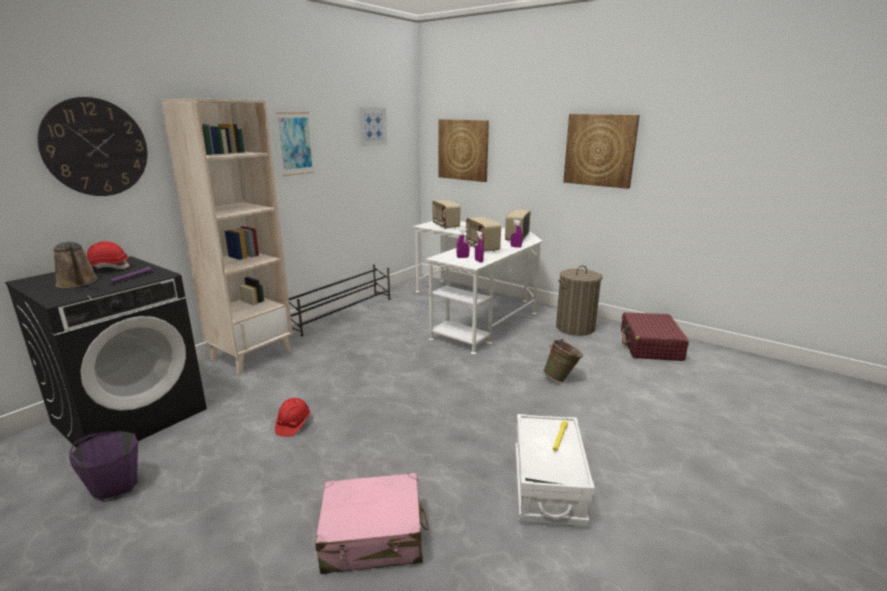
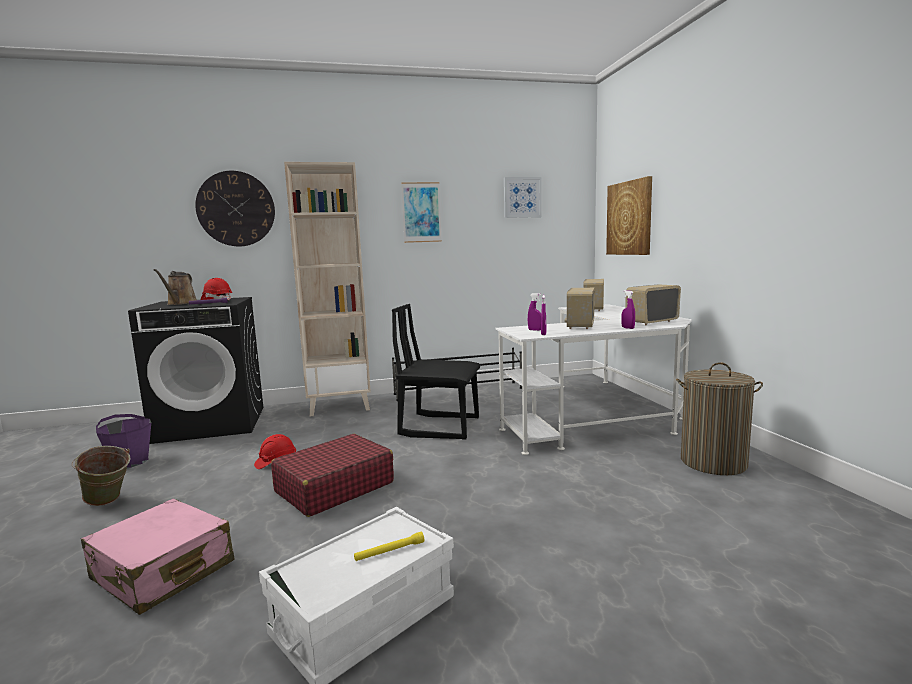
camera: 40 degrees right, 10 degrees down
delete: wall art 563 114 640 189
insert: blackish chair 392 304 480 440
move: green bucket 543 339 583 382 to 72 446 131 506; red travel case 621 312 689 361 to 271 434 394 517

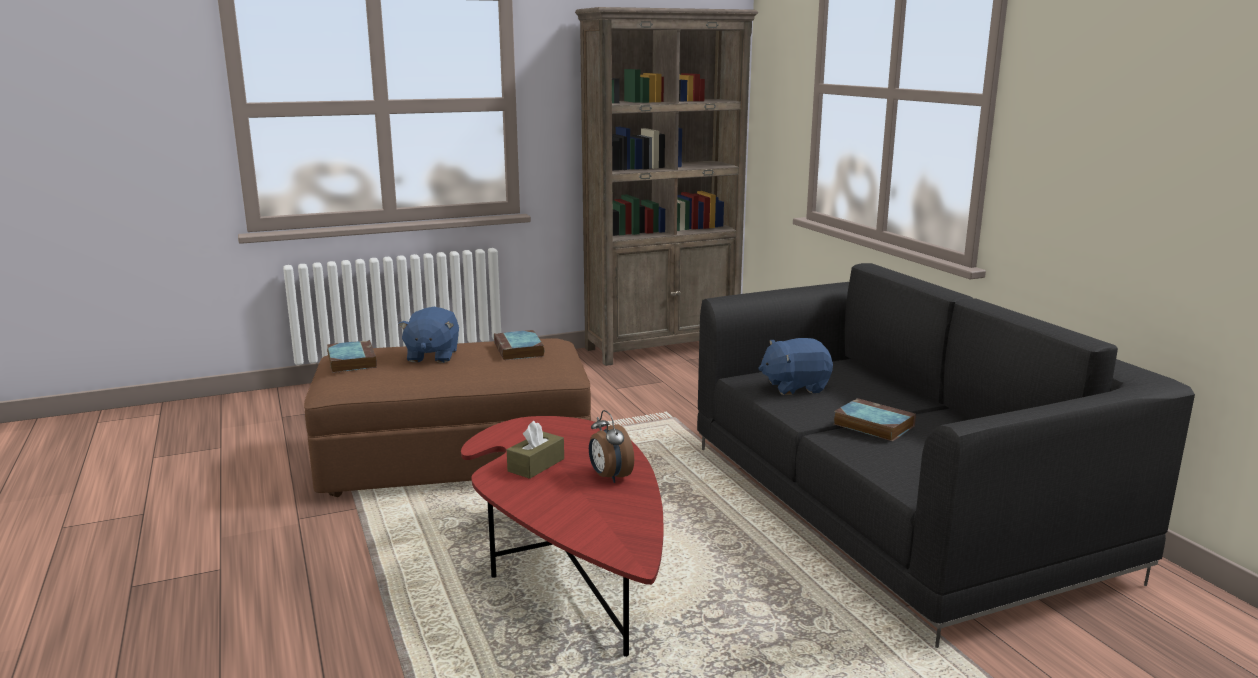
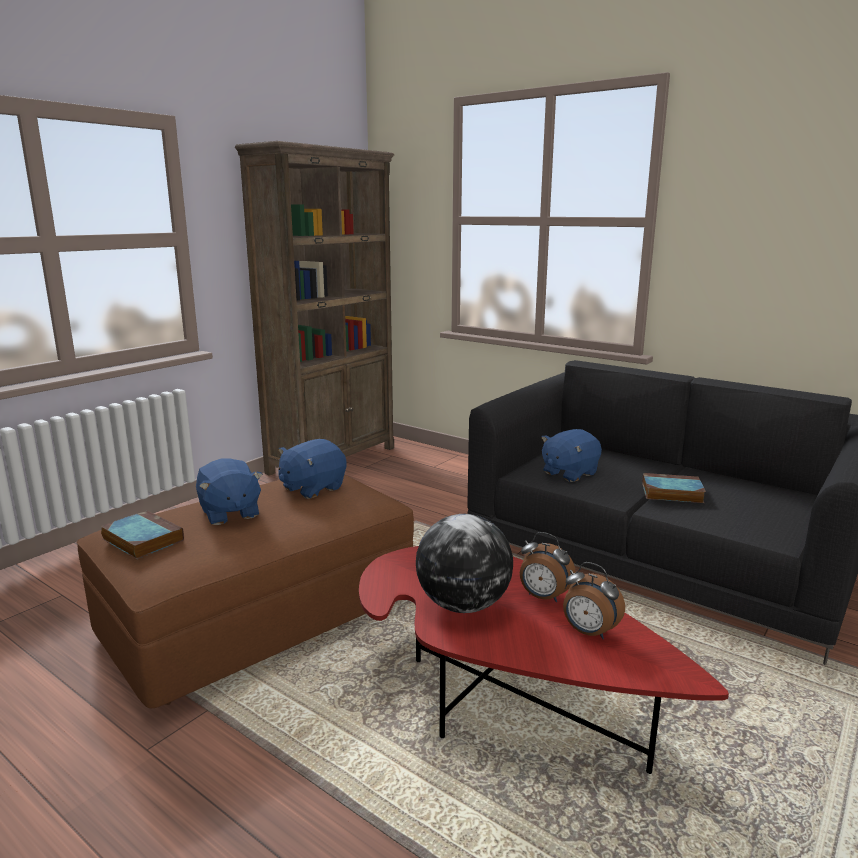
camera: 30 degrees left, 0 degrees up
insert: table clock 563 562 625 639
replace: volume 494 330 544 360 to blue-coloured soft toy 278 439 346 499; brownish box of tissues 507 421 564 479 to globe 416 514 513 613

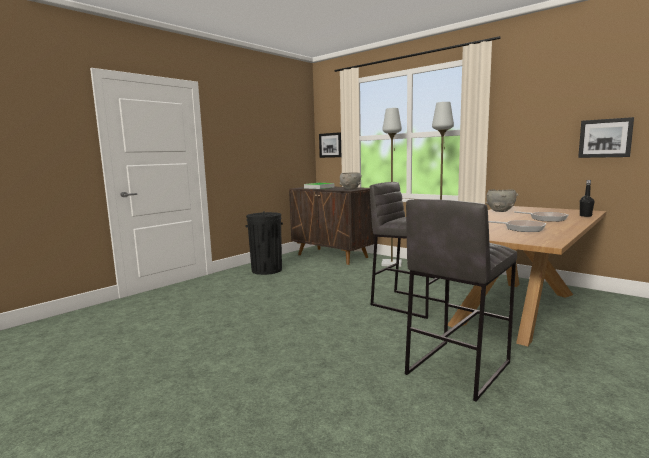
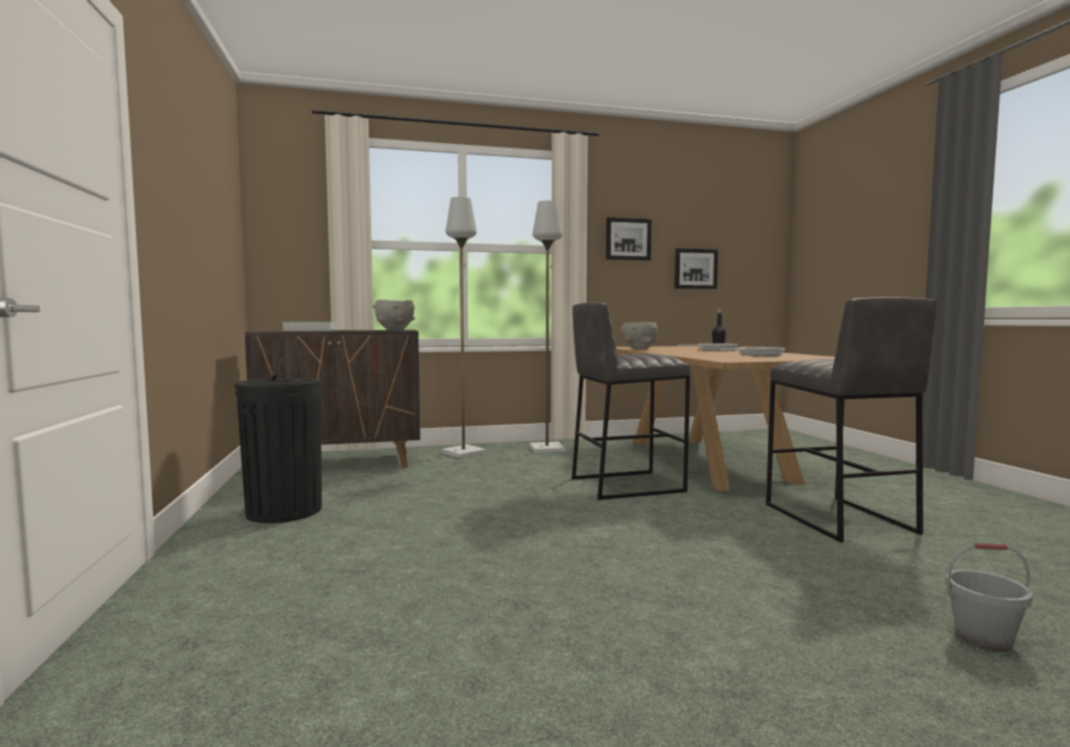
camera: 55 degrees left, 5 degrees down
insert: grey bucket 946 543 1033 652
move: wall art 319 132 341 158 to 606 217 652 261

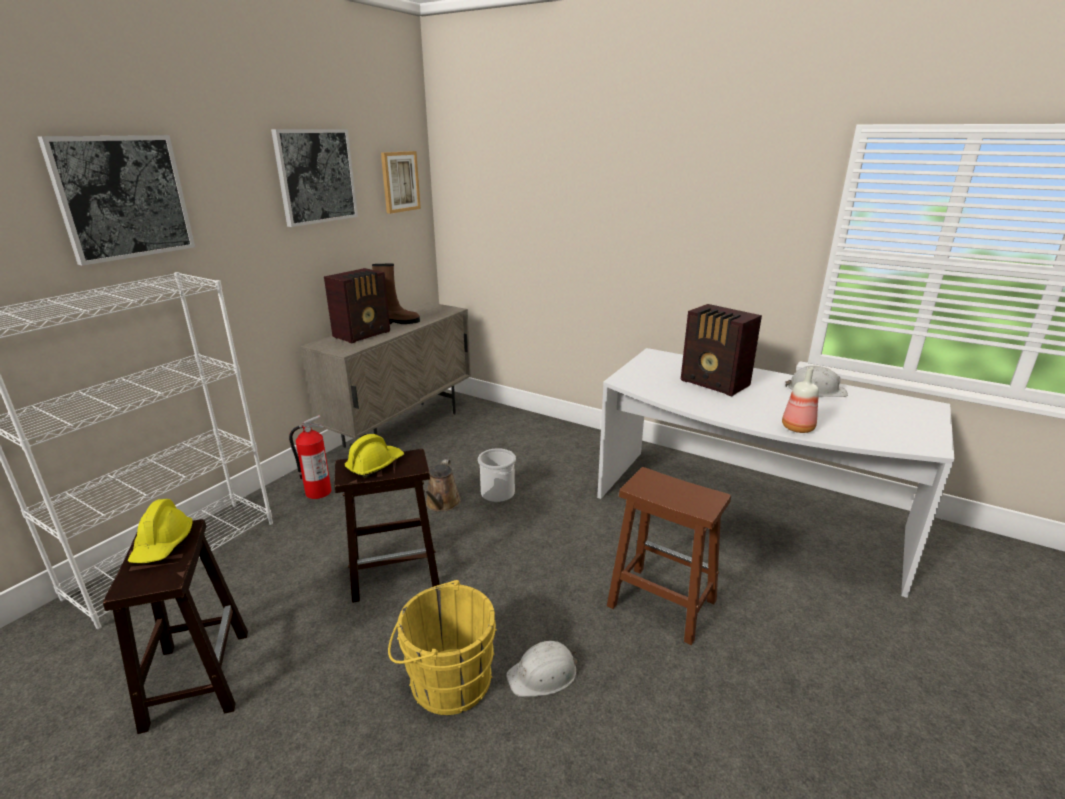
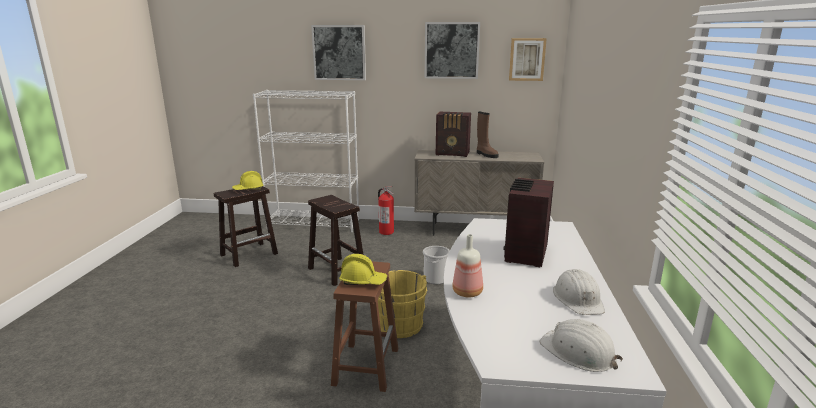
camera: 65 degrees right, 5 degrees down
delete: brownish sprinkling can 424 459 461 512
move: yellowish work helmet 345 434 404 478 to 339 254 387 285; yellowish bucket 388 580 497 715 to 378 270 428 338; white-coloured work helmet 506 641 578 697 to 540 319 623 372

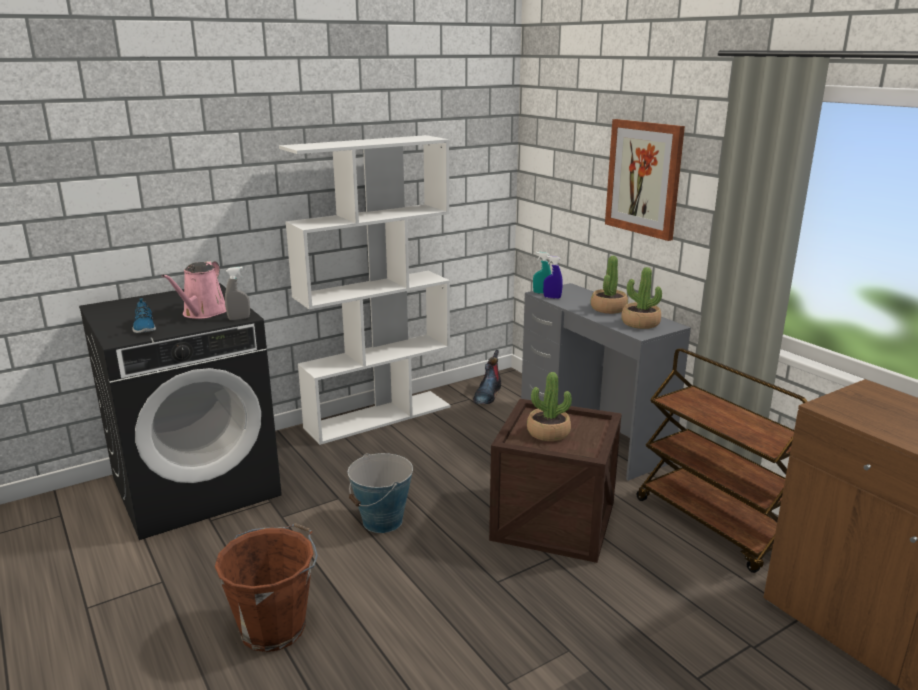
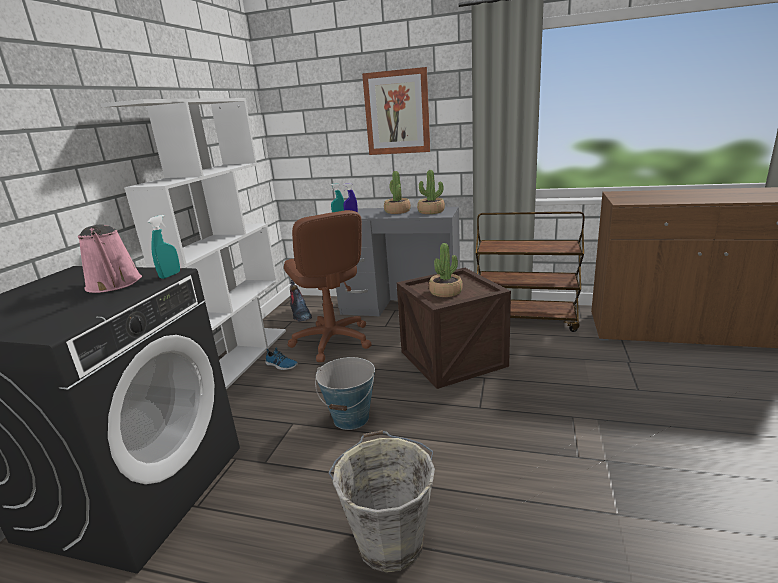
camera: 40 degrees left, 0 degrees up
insert: brownish desk chair 284 210 372 362
move: low shoe 132 298 156 333 to 265 347 298 370
recolor: grey spray bottle 225 267 250 320 to blue-green spray bottle 148 215 180 279; brownish bucket 215 523 318 652 to grey bucket 328 430 435 573

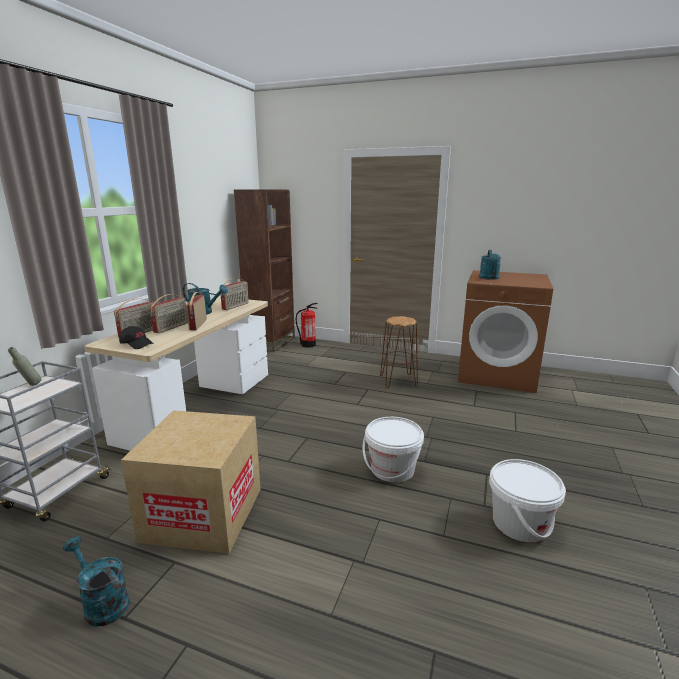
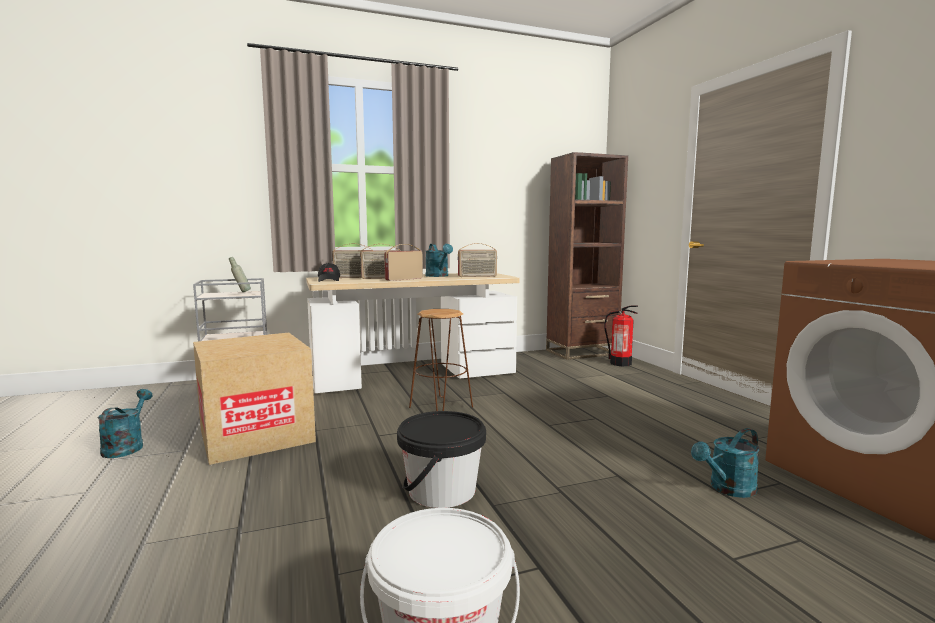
camera: 50 degrees right, 10 degrees down
move: brownish sitting stool 380 316 418 388 to 409 309 473 411; blue-green sprinkling can 479 250 501 280 to 691 428 760 498
recolor: white-coloured bucket 362 417 424 482 to blackish bucket 397 411 486 508

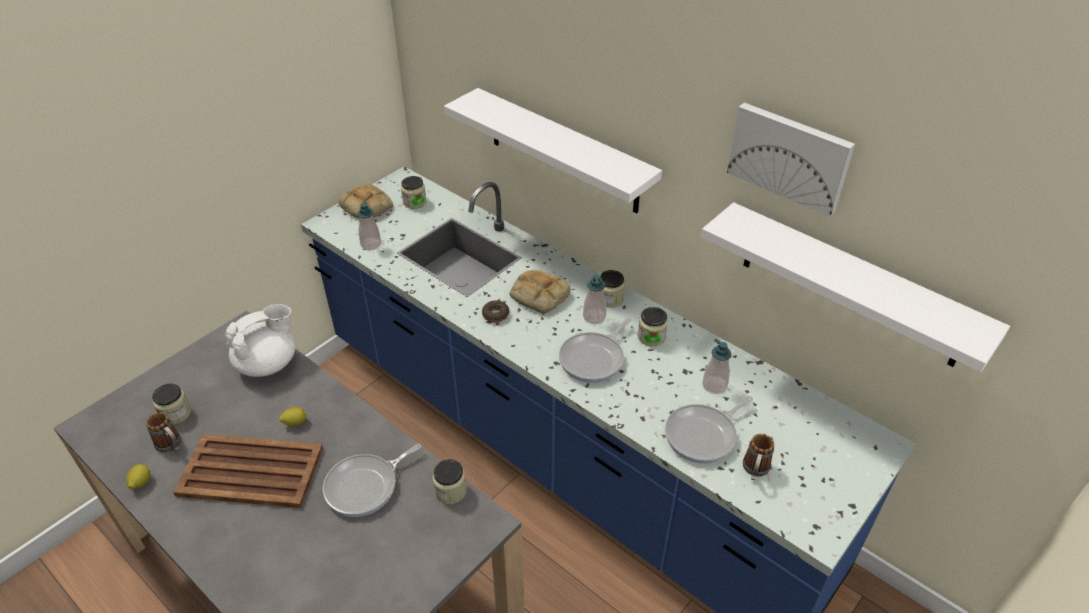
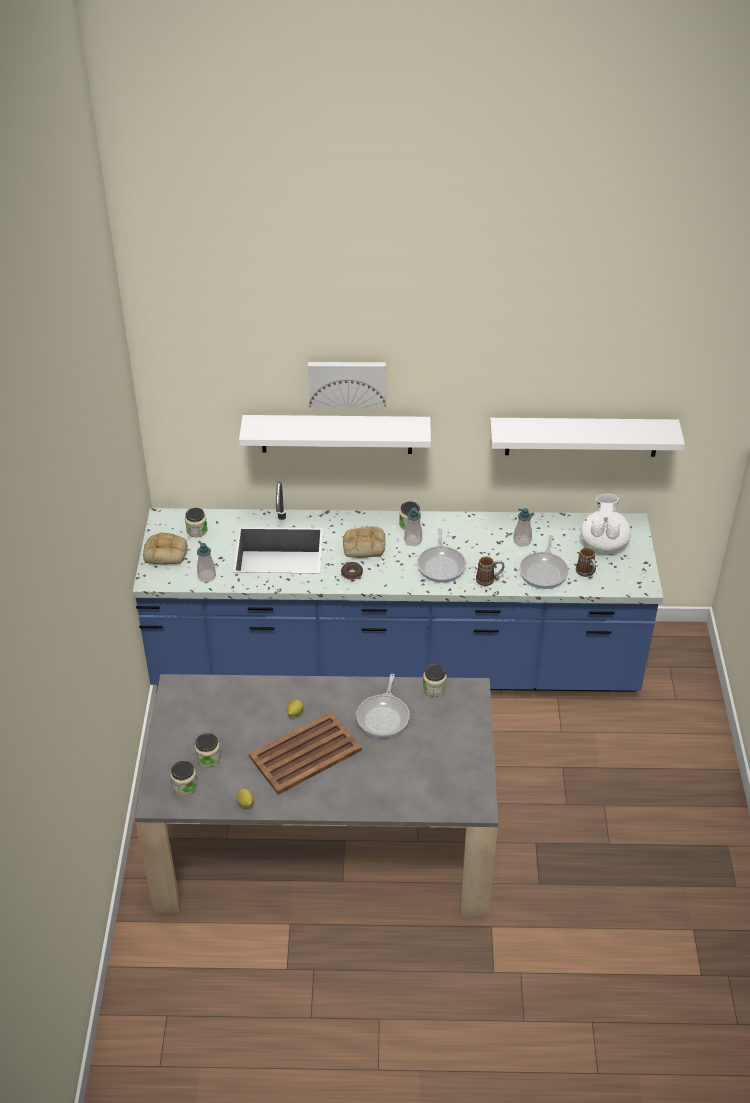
camera: 40 degrees left, 0 degrees up
move: jar 637 307 668 346 to 170 761 197 795; wall art 727 103 855 216 to 308 362 386 408; coffee mug 146 412 181 452 to 476 556 504 586; white-coloured teapot 225 304 296 377 to 581 494 631 552

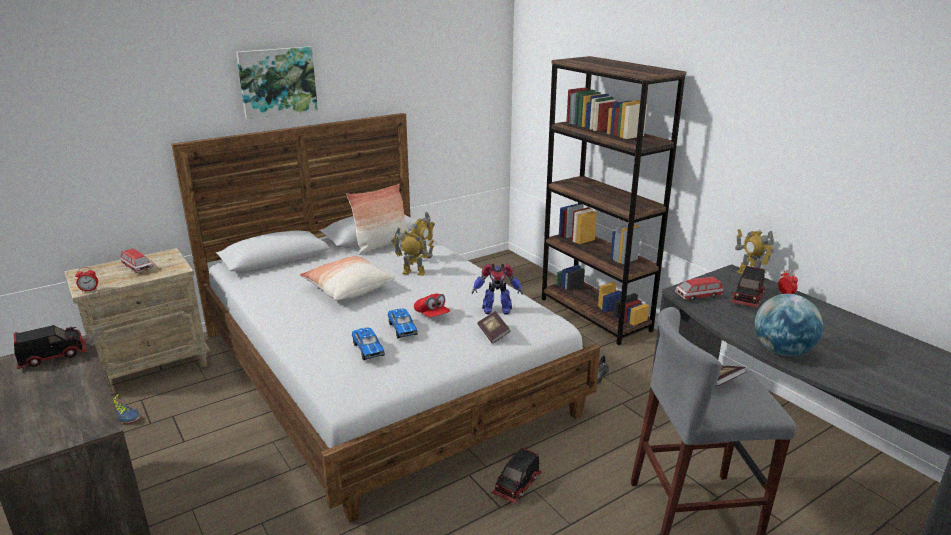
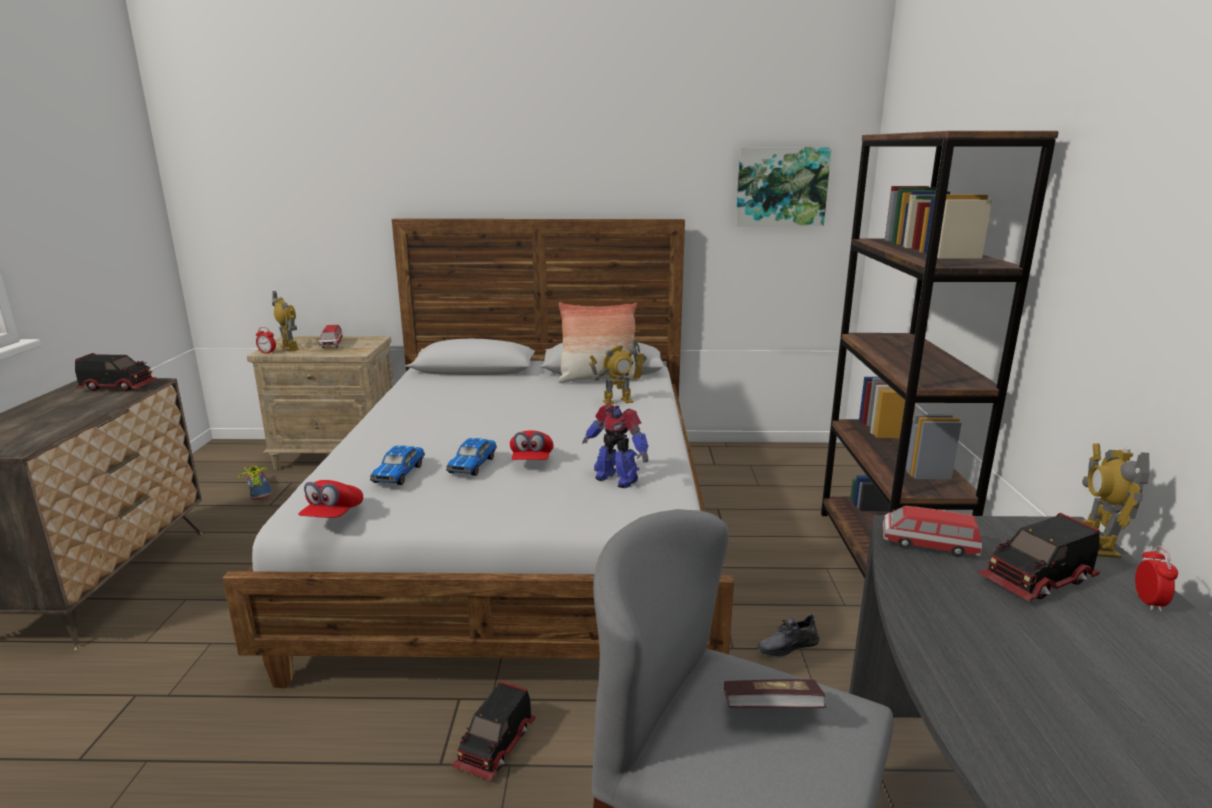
camera: 35 degrees right, 5 degrees down
delete: throw pillow 300 256 395 301; volume 477 311 510 344; globe 755 294 823 356
insert: red cap 298 480 363 518
move: model robot 391 227 434 276 to 272 291 299 351; wall art 236 46 318 119 to 736 147 832 226
rotate: toy truck 491 447 541 504 = 452 681 535 781 45 degrees counterclockwise

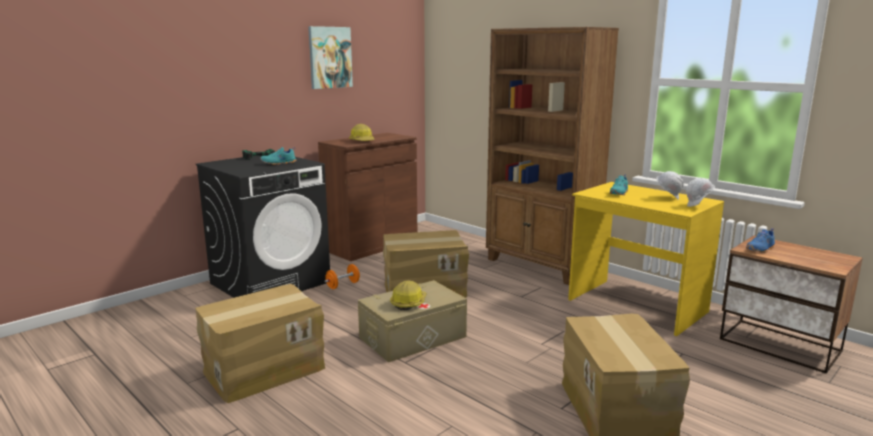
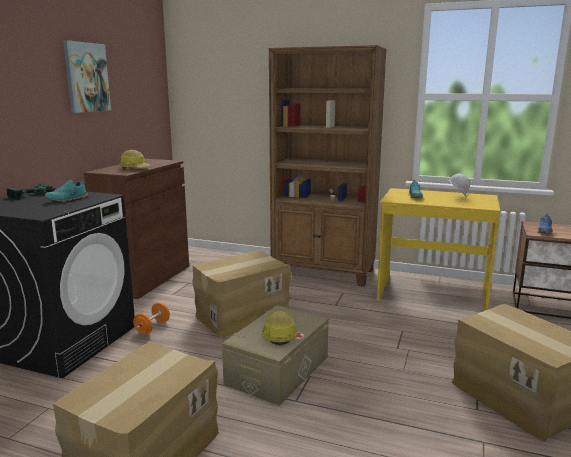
camera: 25 degrees left, 0 degrees up
delete: white-coloured work helmet 686 178 715 207

